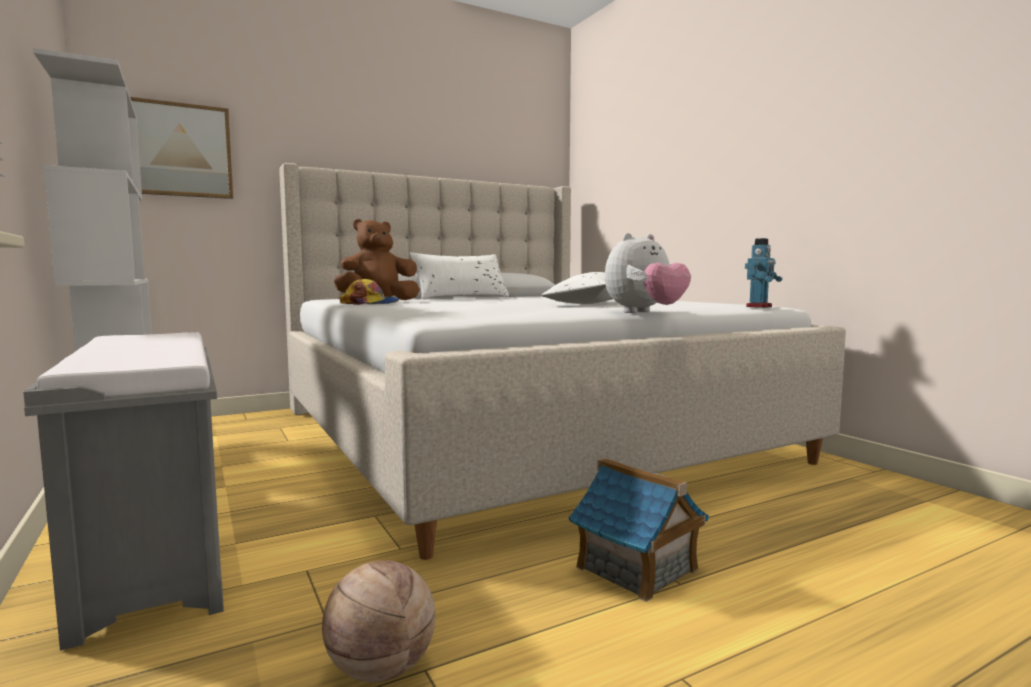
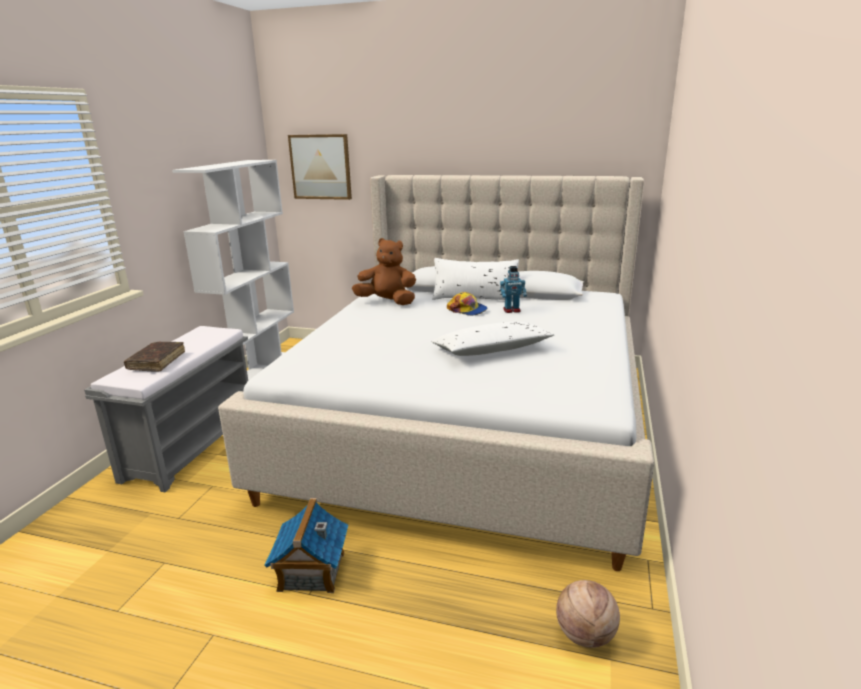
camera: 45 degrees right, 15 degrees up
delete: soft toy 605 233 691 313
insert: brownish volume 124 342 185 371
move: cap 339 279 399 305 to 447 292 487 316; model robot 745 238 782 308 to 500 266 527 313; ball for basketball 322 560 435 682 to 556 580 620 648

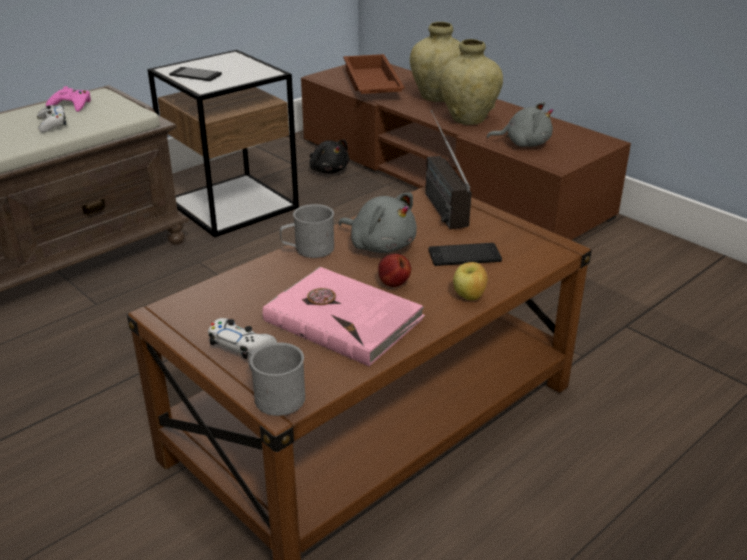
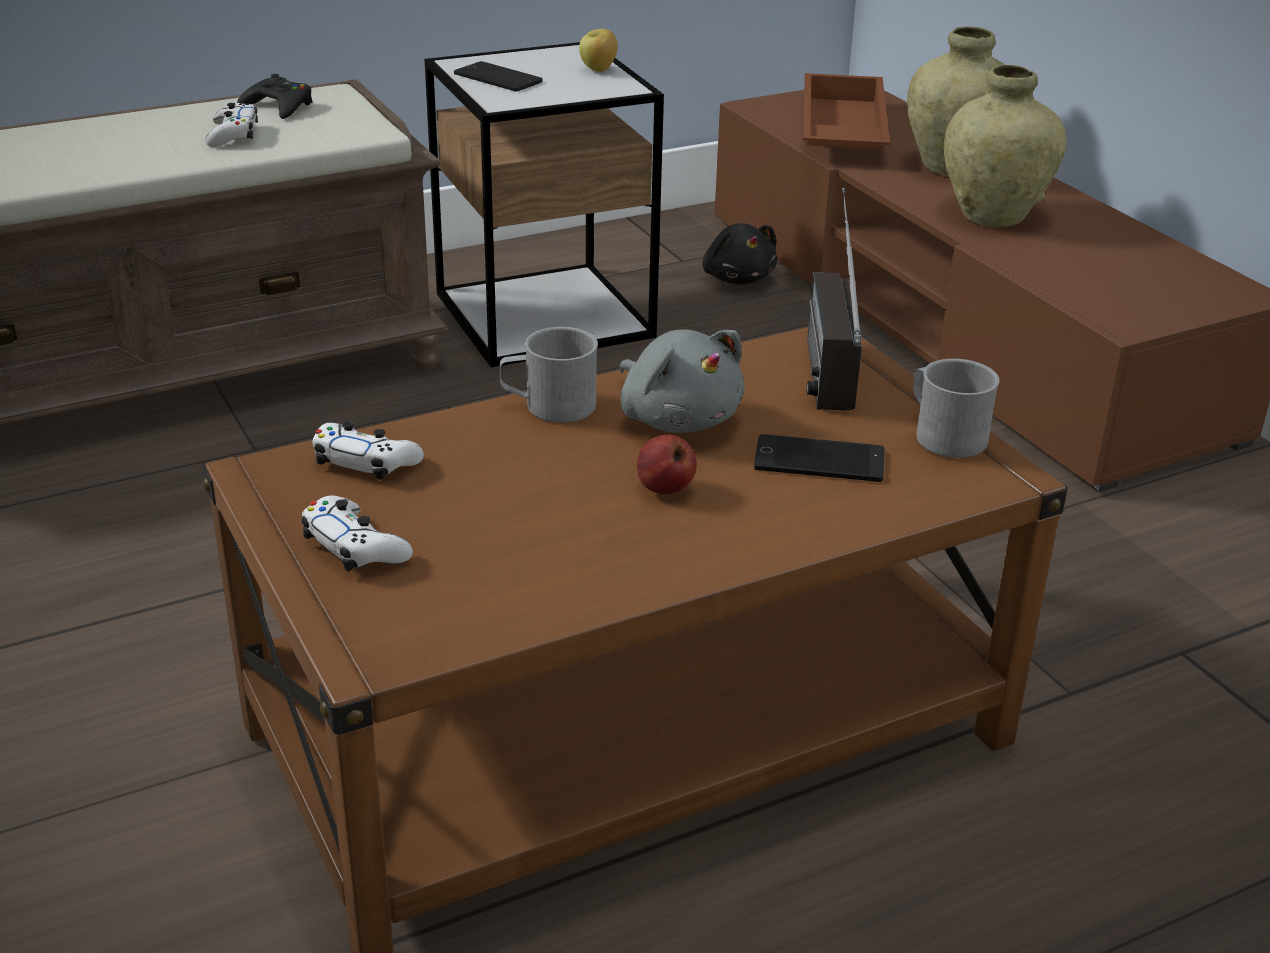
camera: 15 degrees right, 0 degrees up
delete: pink-coloured volume 263 267 425 367; grey soft toy 487 102 553 147
insert: white-coloured joypad 312 421 424 480
move: apple fruit 453 262 488 300 to 579 29 618 72; grey coffee mug 248 342 305 416 to 913 359 1000 458
recolor: pink-coloured joypad 46 86 91 112 to blackish joypad 237 74 313 119

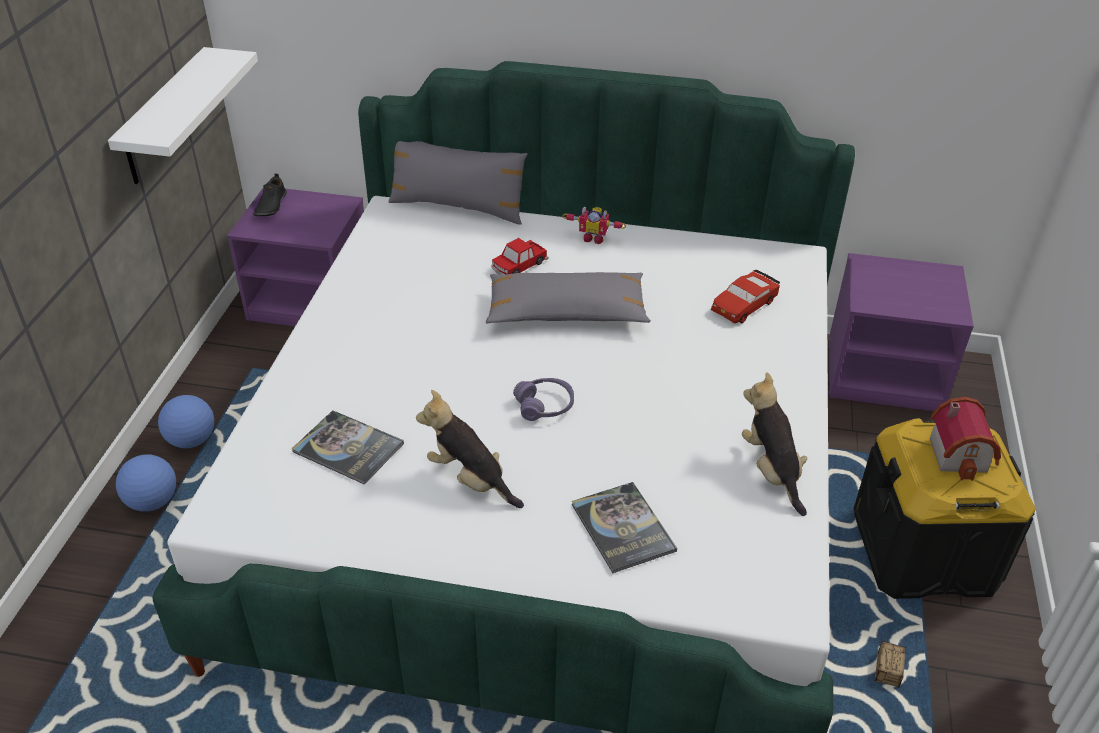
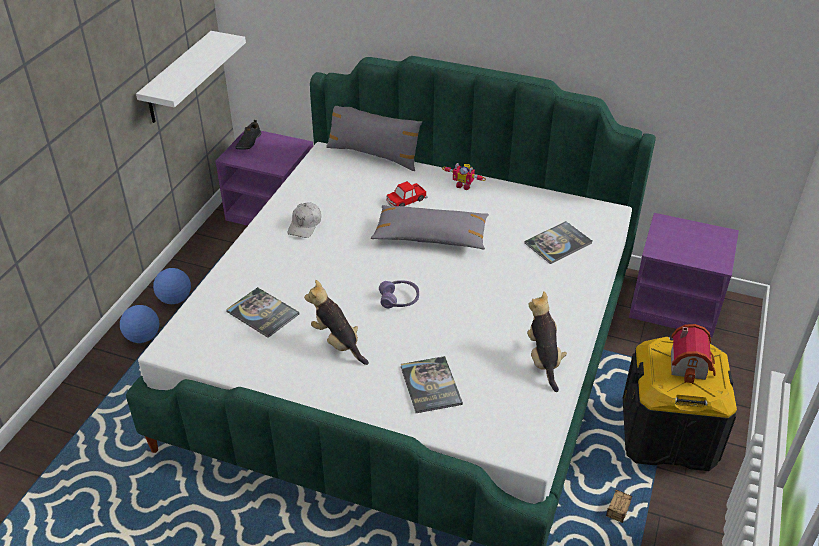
camera: 10 degrees right, 0 degrees up
insert: white-coloured cap 287 202 321 238
replace: red model car 711 270 780 323 to volume 524 221 592 264

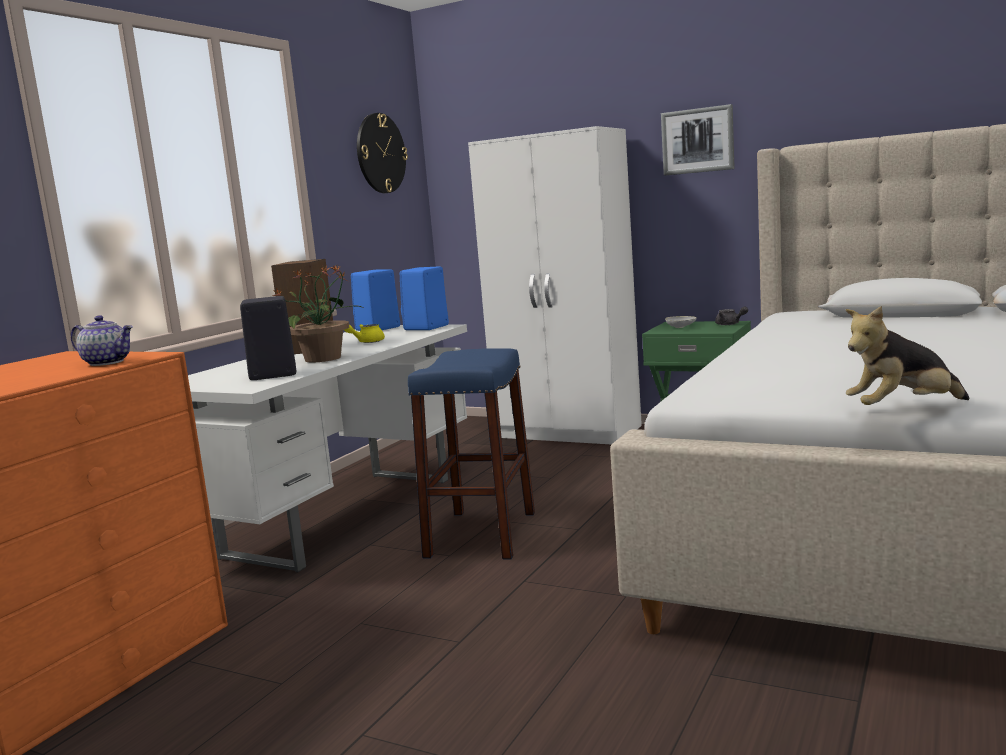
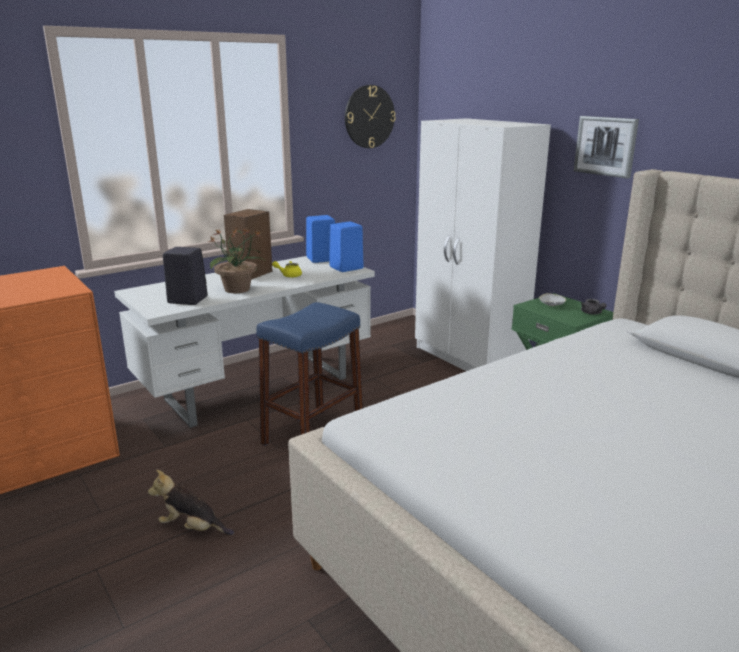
camera: 25 degrees right, 10 degrees up
delete: teapot 71 315 133 366
move: soft toy 846 306 969 405 to 148 470 234 535

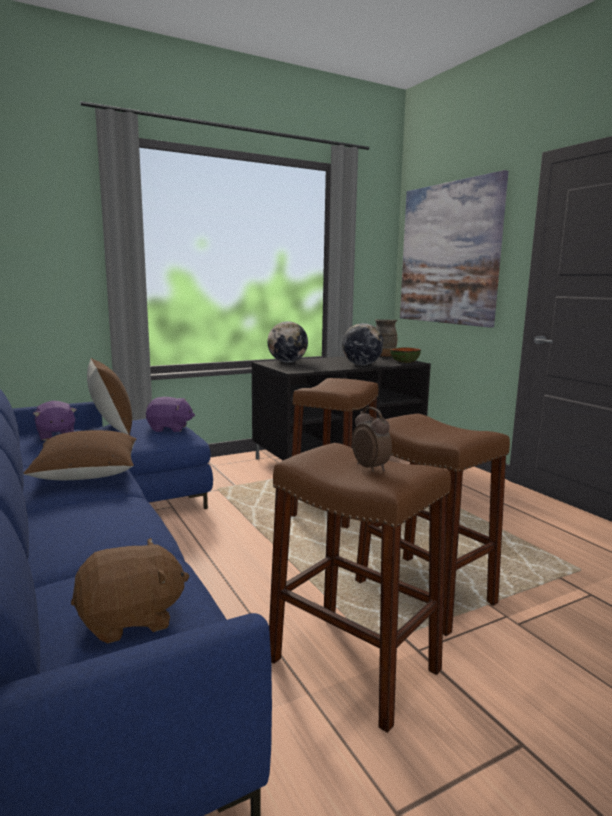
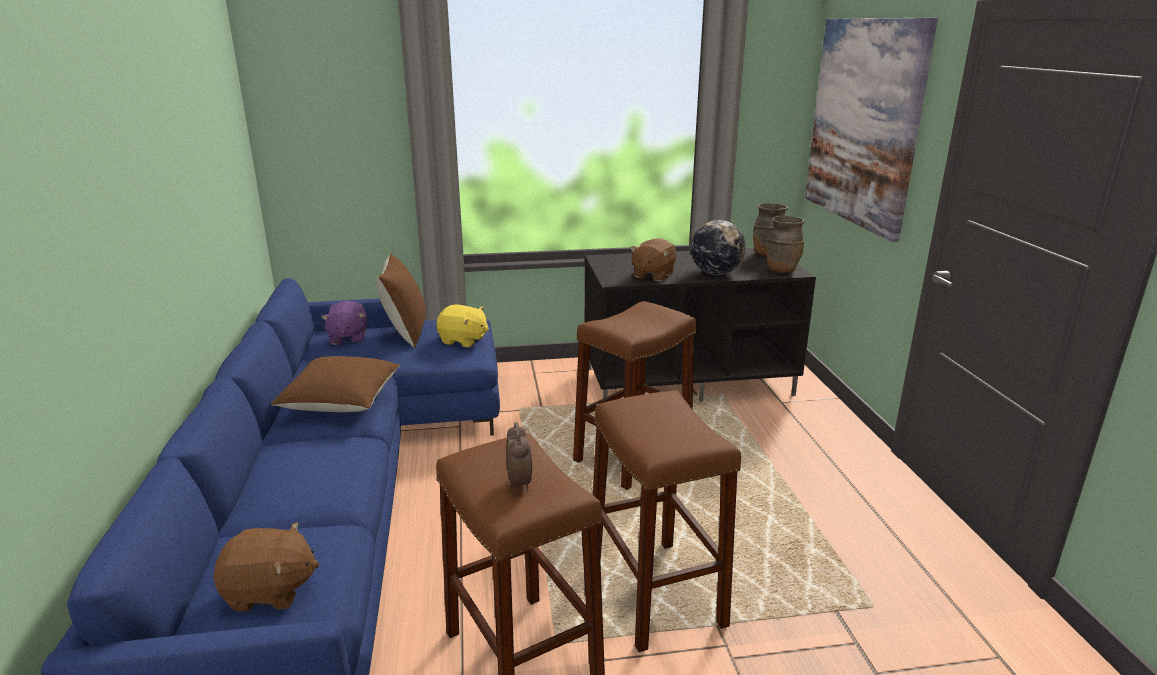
camera: 20 degrees right, 10 degrees up
delete: globe 267 321 308 362
insert: brownish soft toy 630 238 676 281
replace: bowl 390 347 421 363 to brownish flower vase 767 216 805 273
recolor: purplish soft toy 146 397 195 432 to yellowish soft toy 436 305 489 347

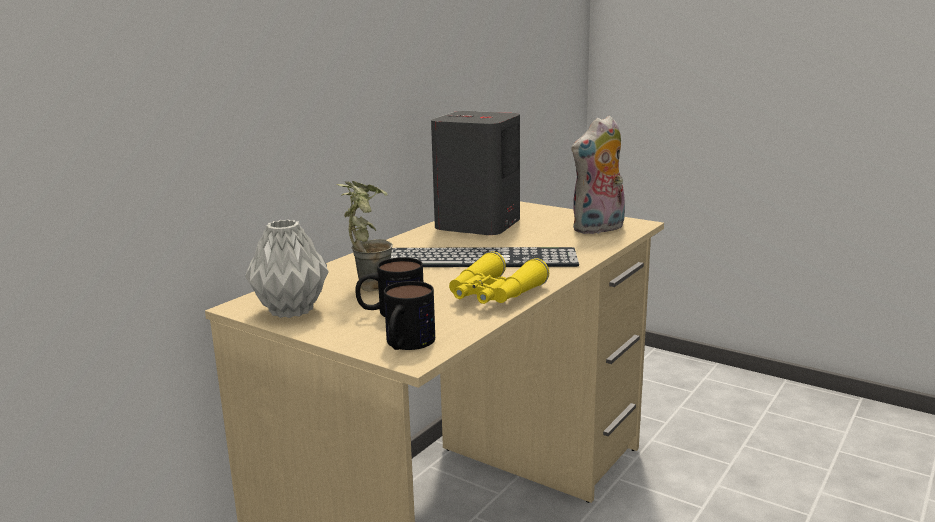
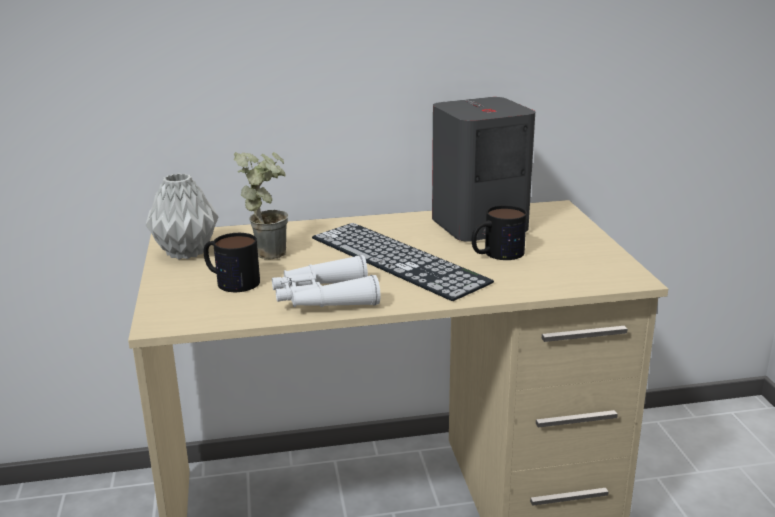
camera: 45 degrees right, 5 degrees up
delete: soft toy 572 115 625 234
move: coffee mug 384 281 435 350 to 472 205 527 260
recolor: yellowish binoculars 449 251 549 304 to white-coloured binoculars 272 255 380 307

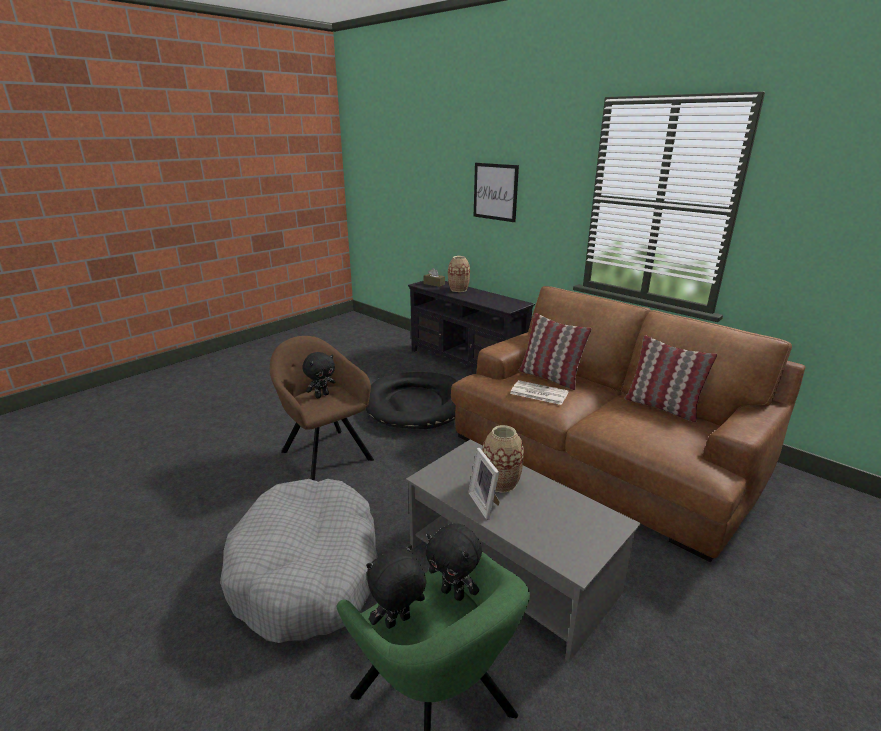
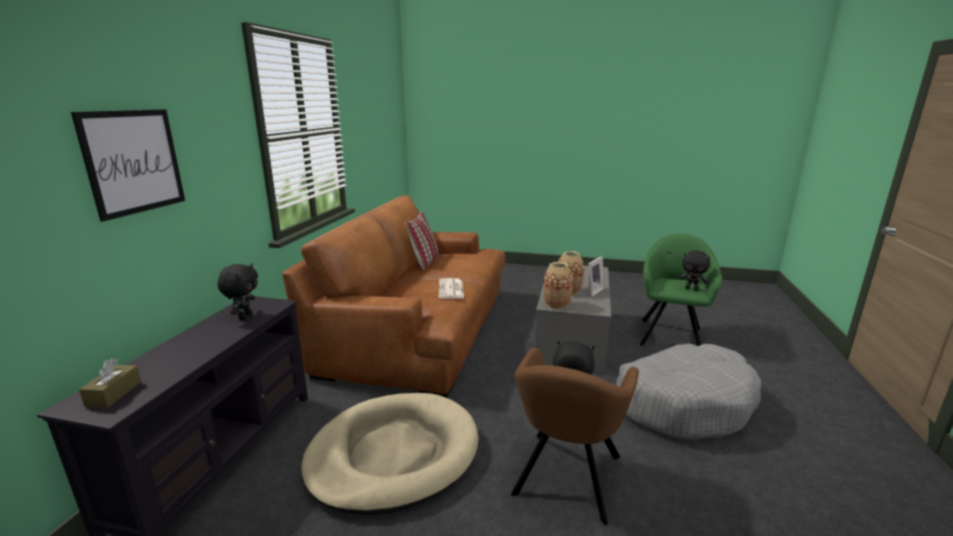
camera: 120 degrees left, 5 degrees down
delete: throw pillow 518 313 592 390
move: blackish soft toy 426 523 482 601 to 217 263 258 320; flower vase 448 256 470 292 to 544 262 573 309
recolor: blackish pet bed 366 372 457 429 to sand-coloured pet bed 301 393 479 515

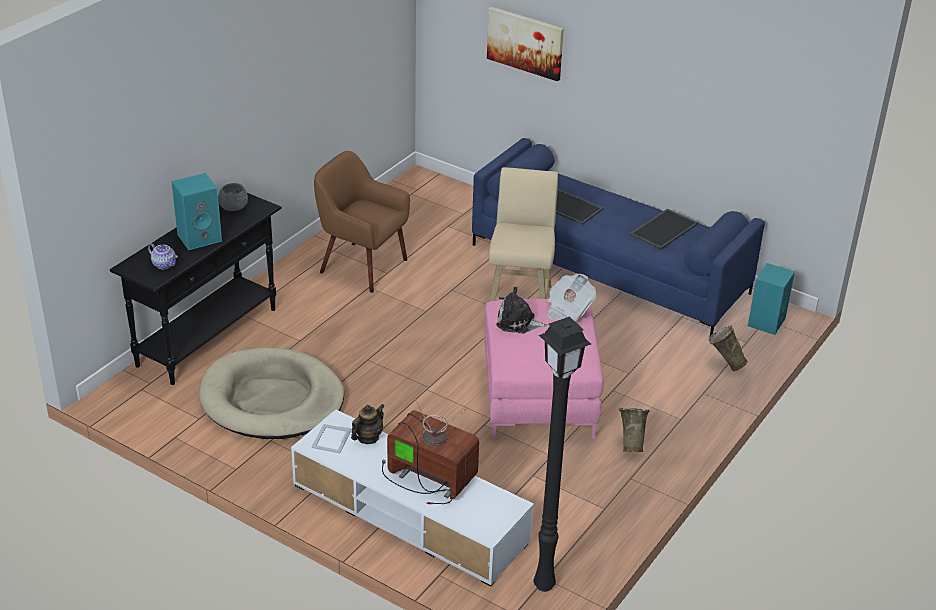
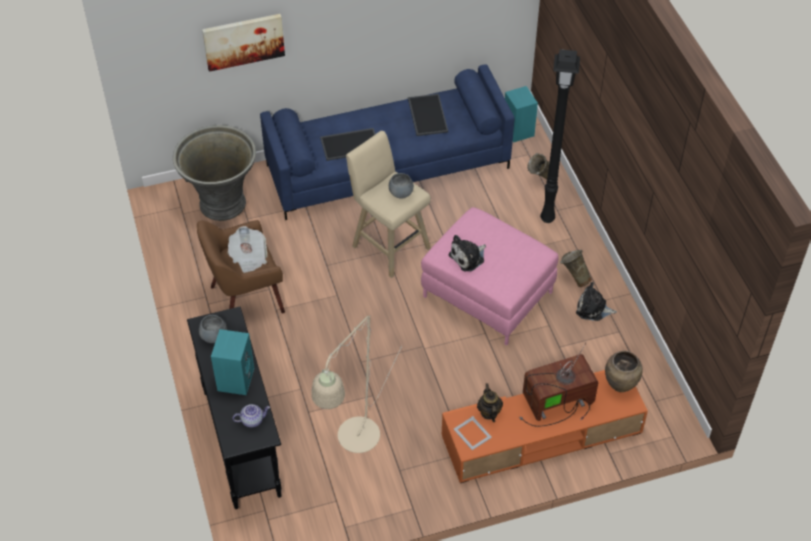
camera: 50 degrees left, 15 degrees up
insert: grey planter 173 125 256 221; grey bowl 389 173 414 199; soft toy 576 282 617 321; brownish flower vase 605 351 642 392
move: printed paper 547 274 596 322 to 227 226 267 273; blackish standing lamp 533 316 591 592 to 540 49 580 223
replace: sand-coloured pet bed 199 347 344 439 to sand-coloured standing lamp 311 315 402 453
recolor: white-coloured media console 291 410 534 587 to orange-coloured media console 442 370 648 483

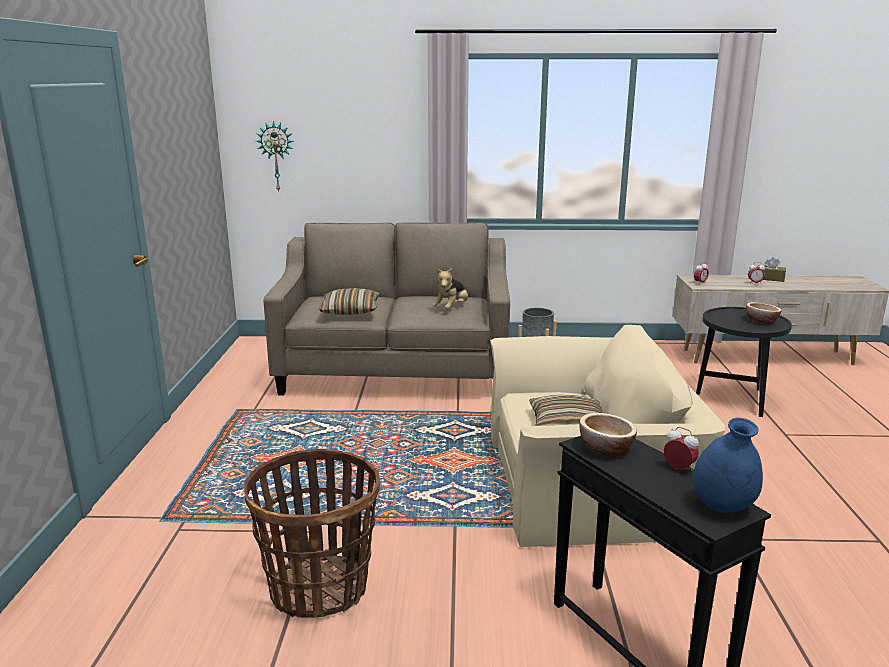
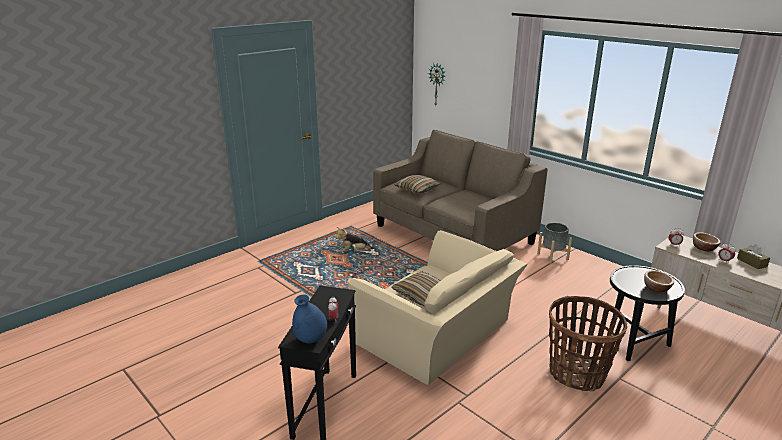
camera: 45 degrees right, 5 degrees up
move: soft toy 432 268 468 309 to 336 227 374 252; storage basket 244 449 380 618 to 549 296 627 391; bowl 579 413 637 456 to 693 232 721 251

